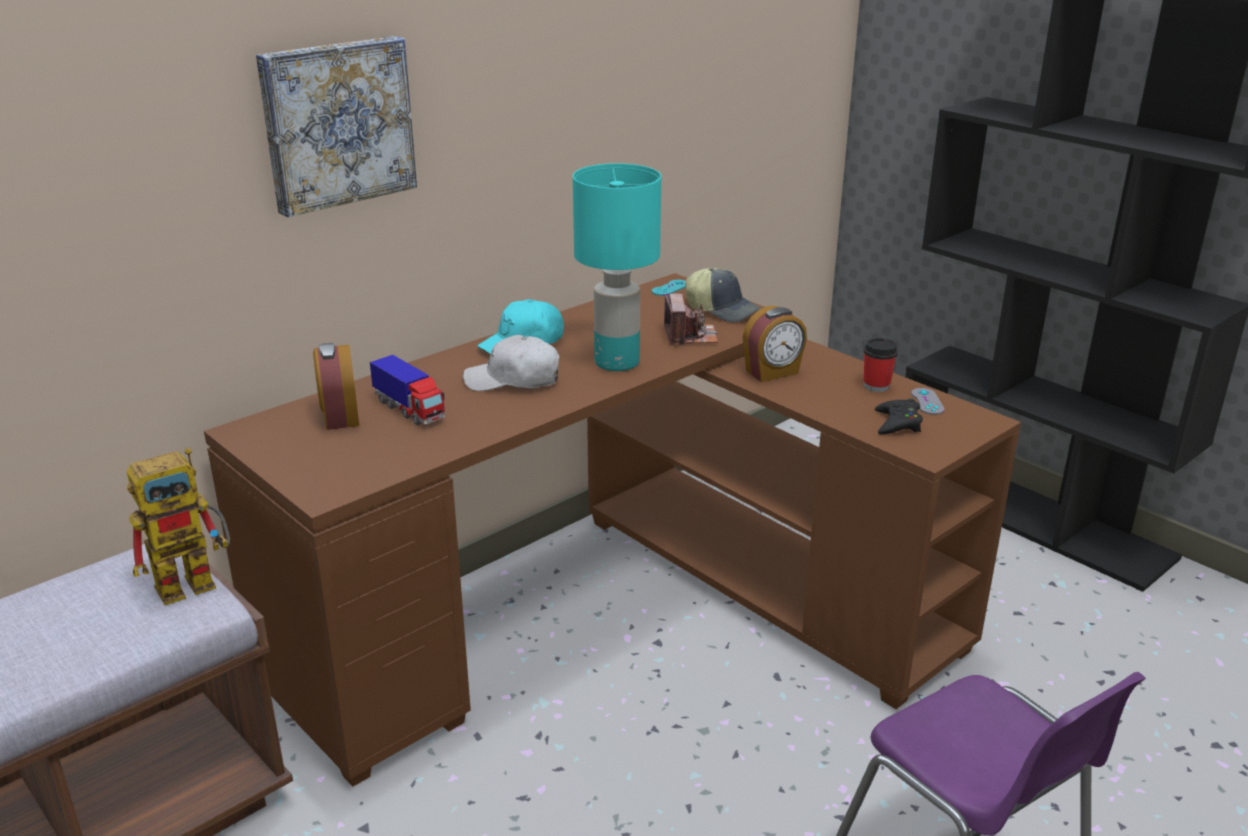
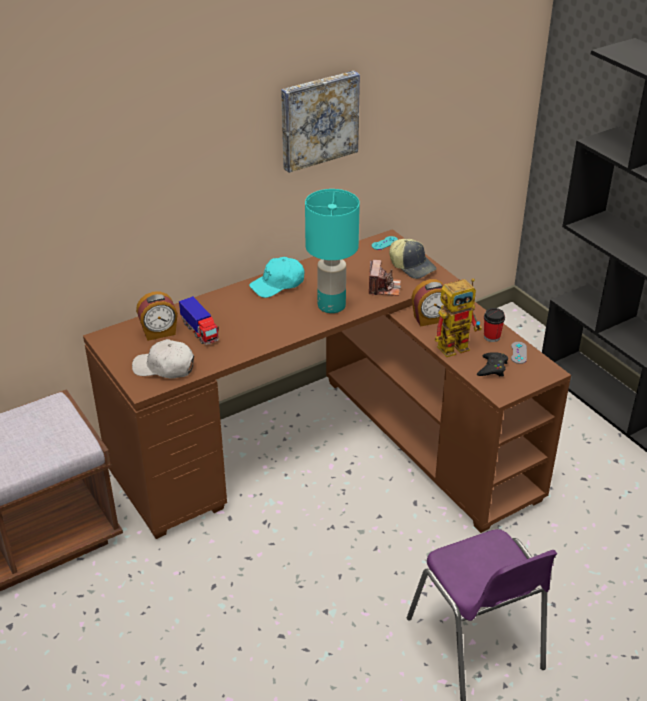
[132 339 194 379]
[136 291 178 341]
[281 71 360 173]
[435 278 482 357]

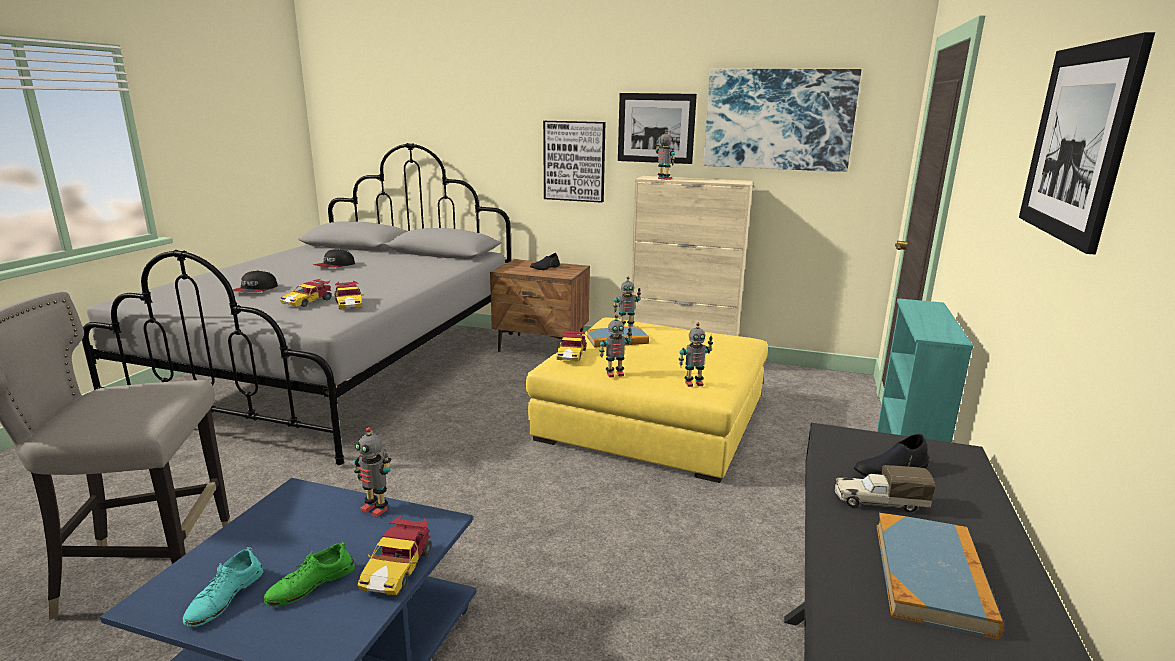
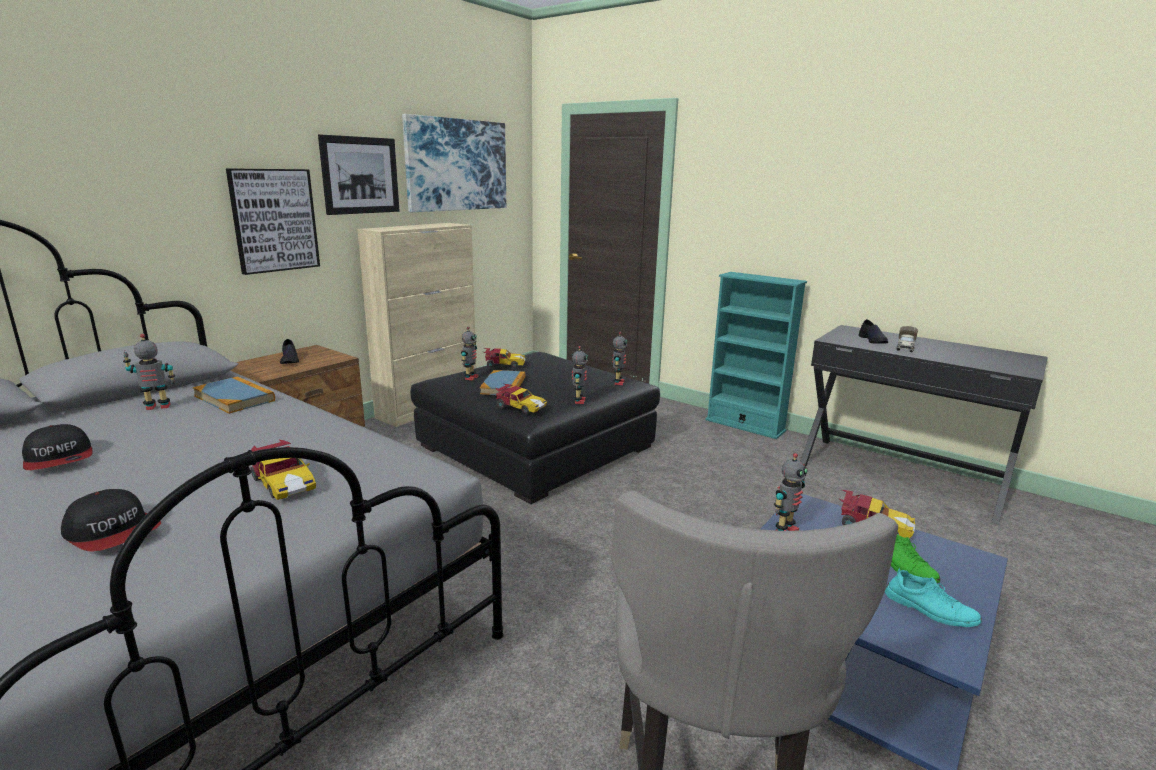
[123 334 175 410]
[193 376 275 414]
[410 352 660 504]
[483 348 525 368]
[1019 32 1155 254] (first image)

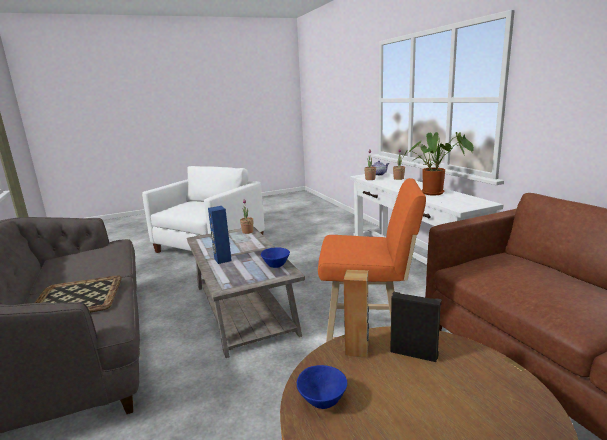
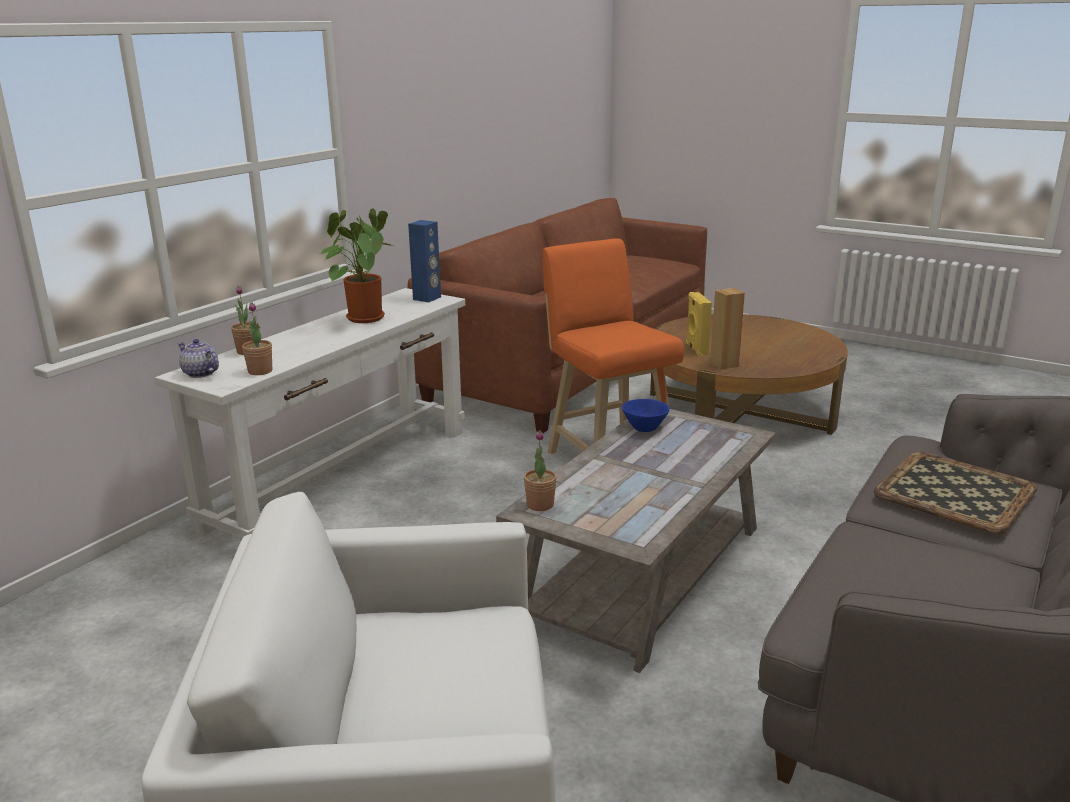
[408 220 441 302]
[686 292 712 356]
[297 365 347 409] (first image)

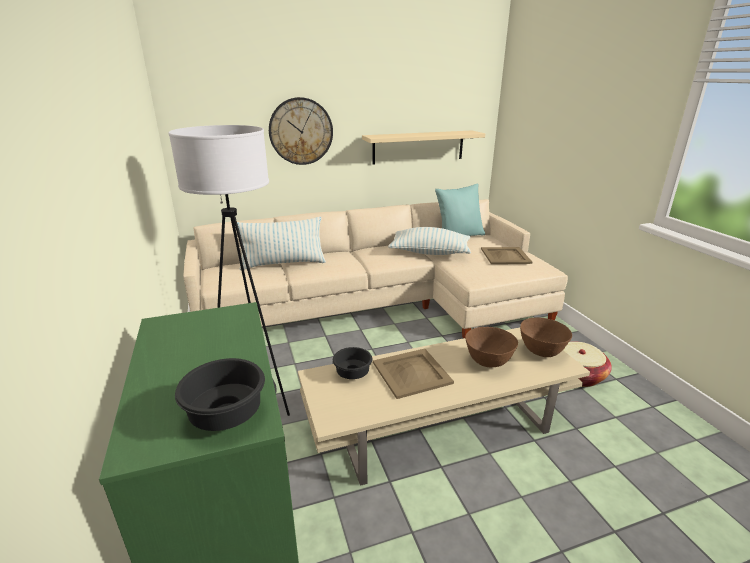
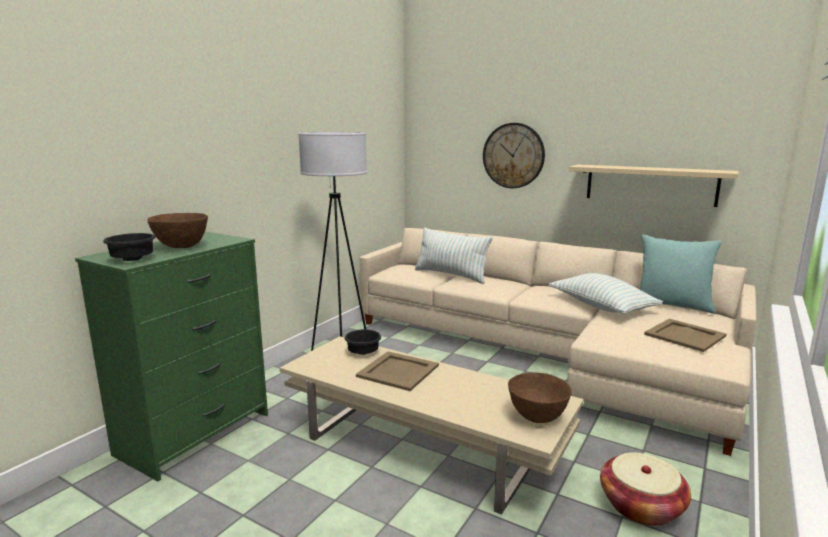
[147 213 208 248]

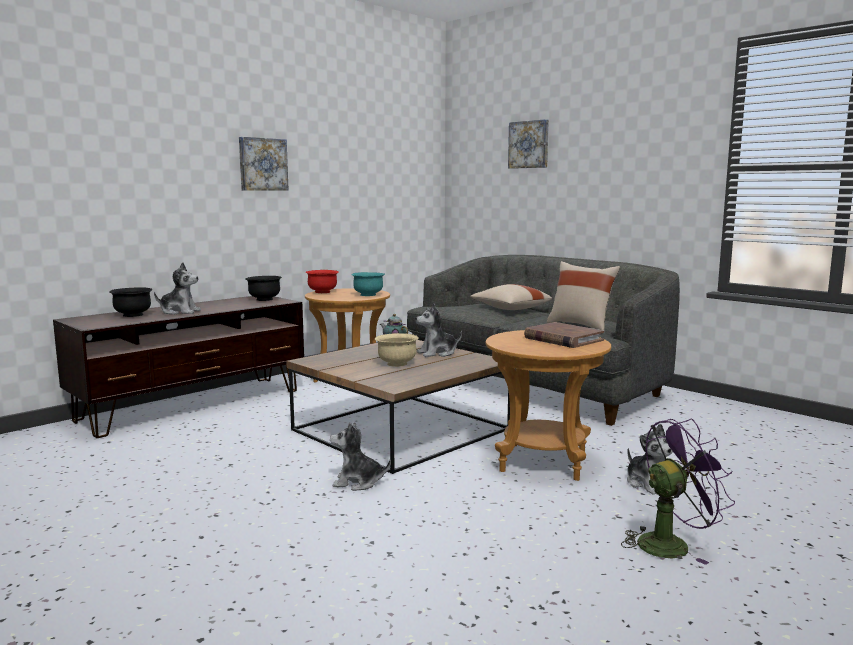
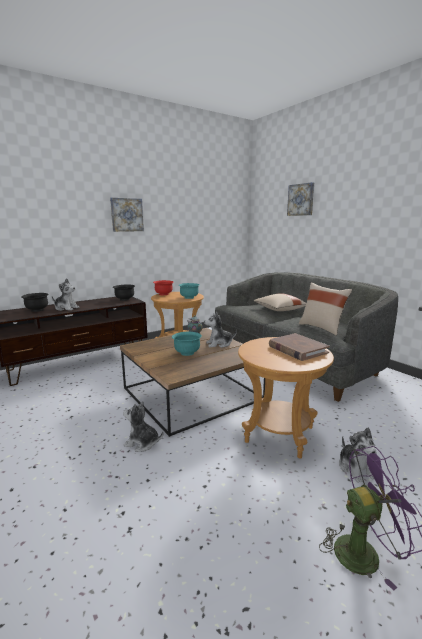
[172 332 202 356]

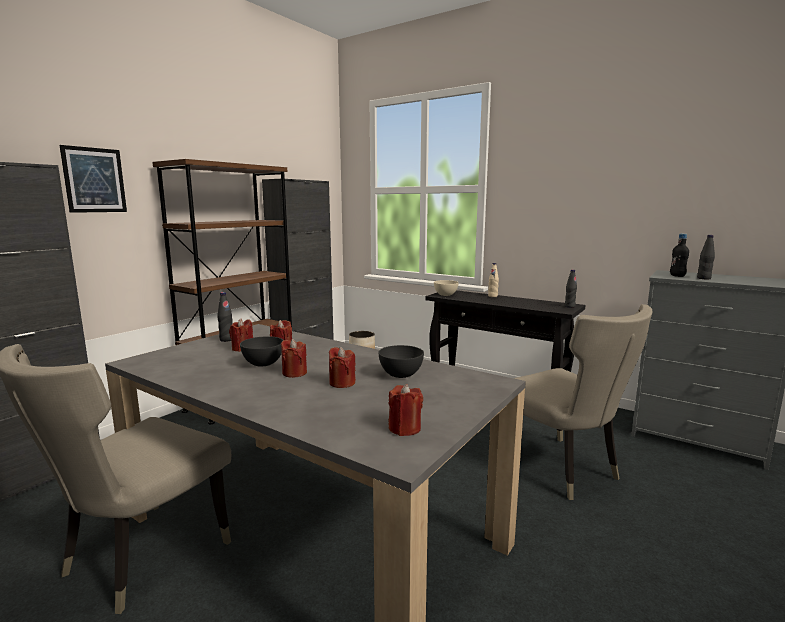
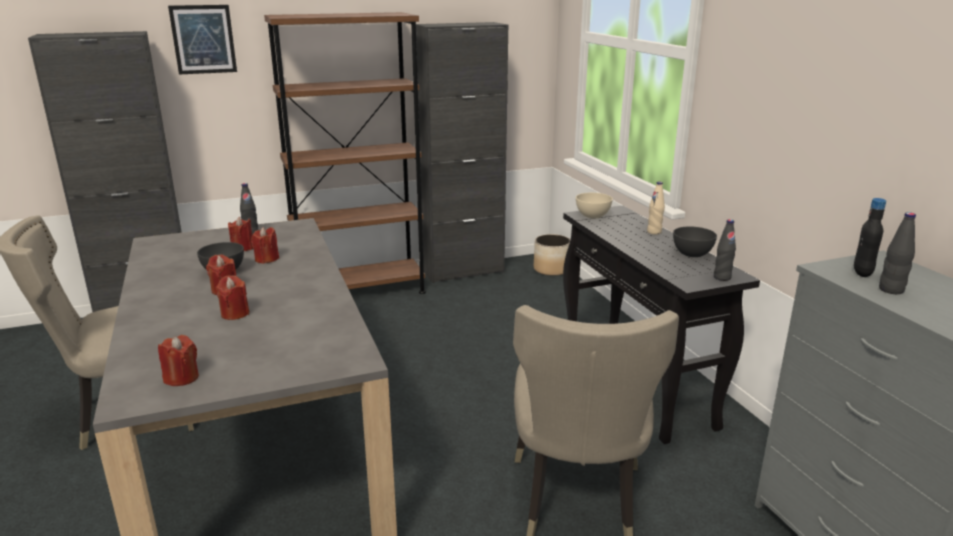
[673 227 717 257]

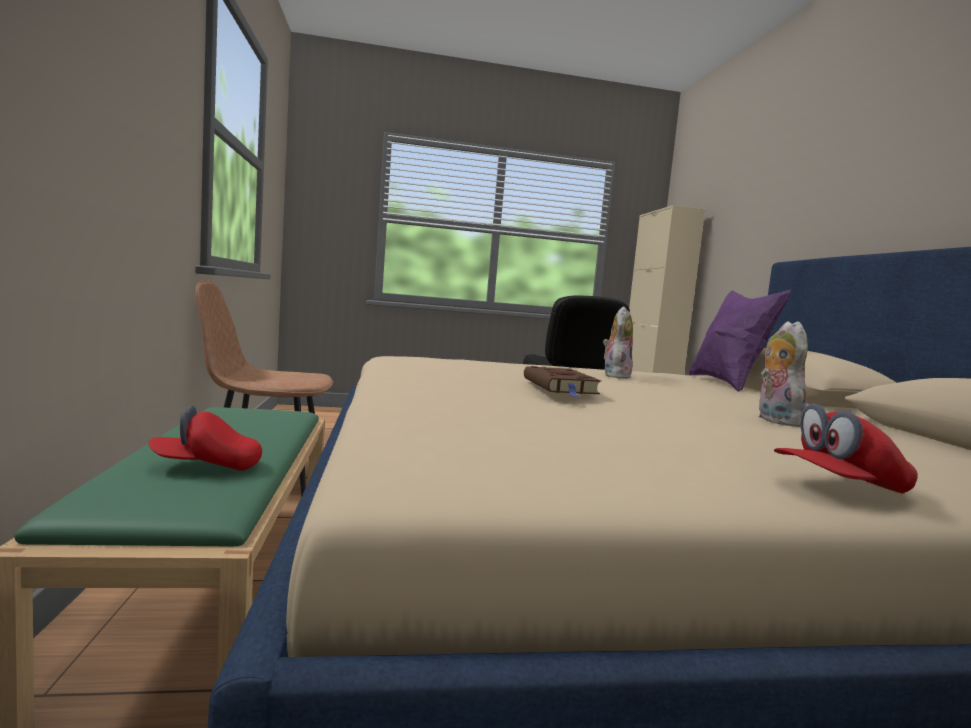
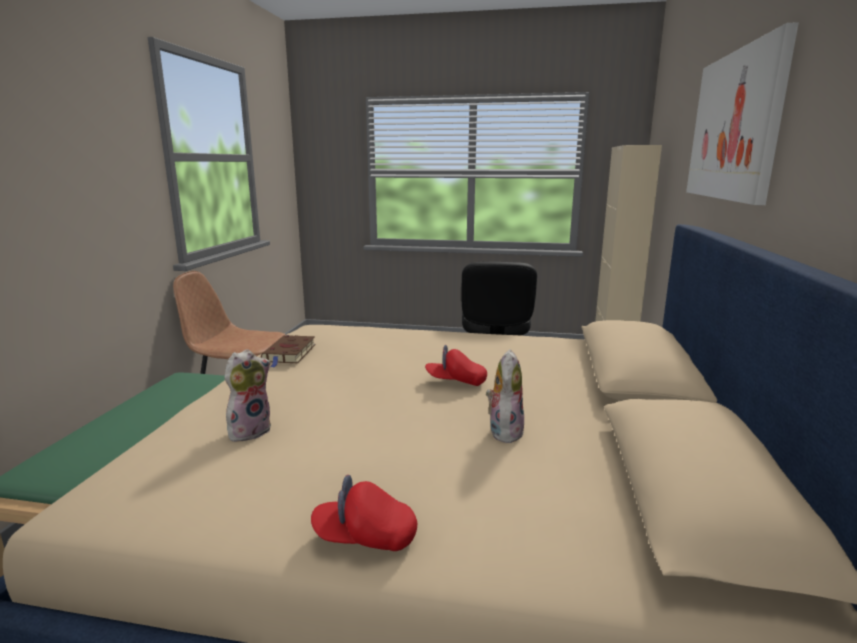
[225 349 271 442]
[261 335 316 368]
[425 345 487 386]
[686 22 799 205]
[689 290 791 392] (first image)

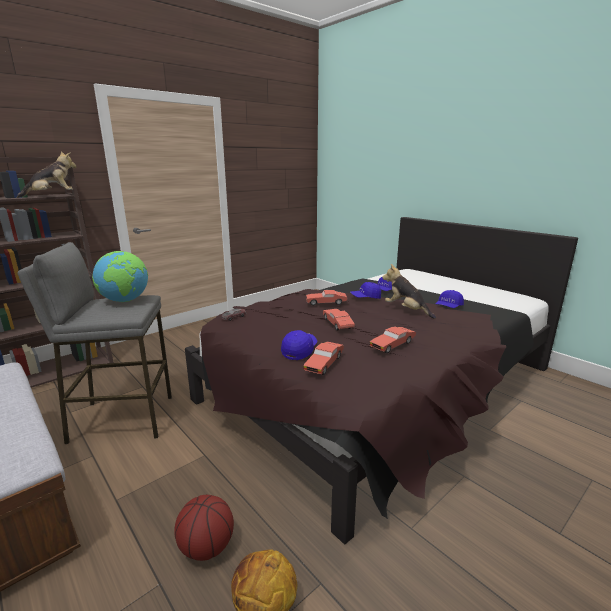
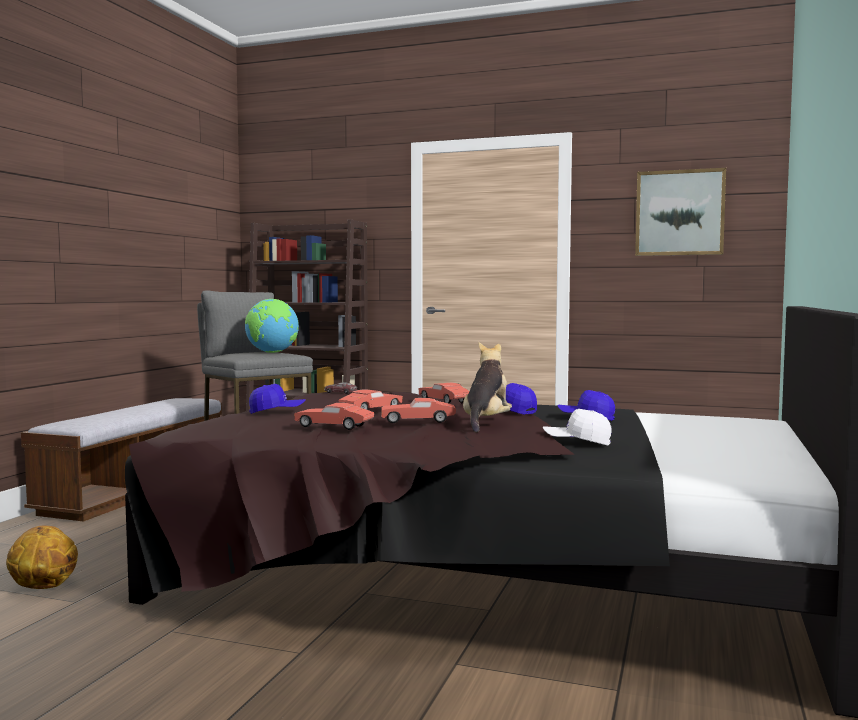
[381 398 456 423]
[543 409 612 446]
[635 168 726 256]
[17 151 77 198] (first image)
[174 495 234 561] (first image)

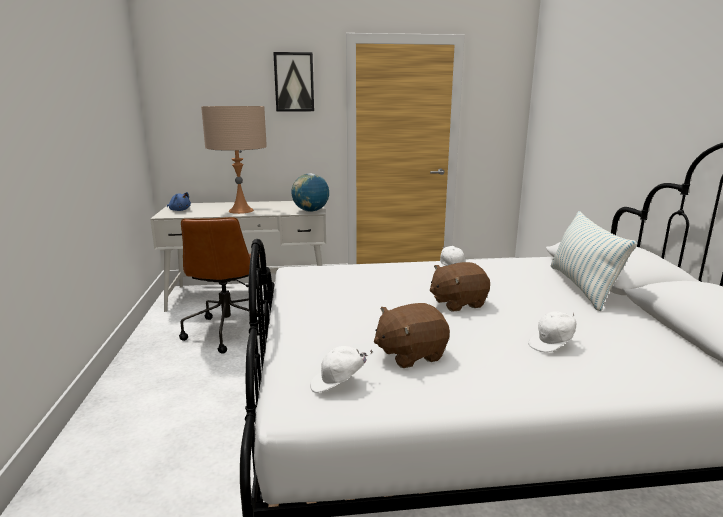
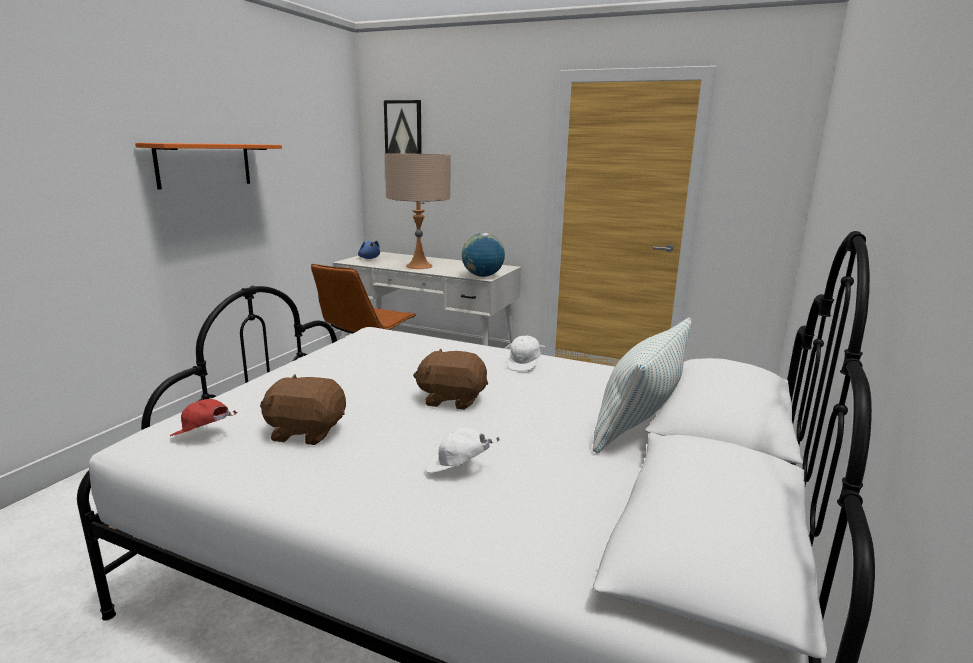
[135 143 282 190]
[170 399 237 436]
[384 100 422 154]

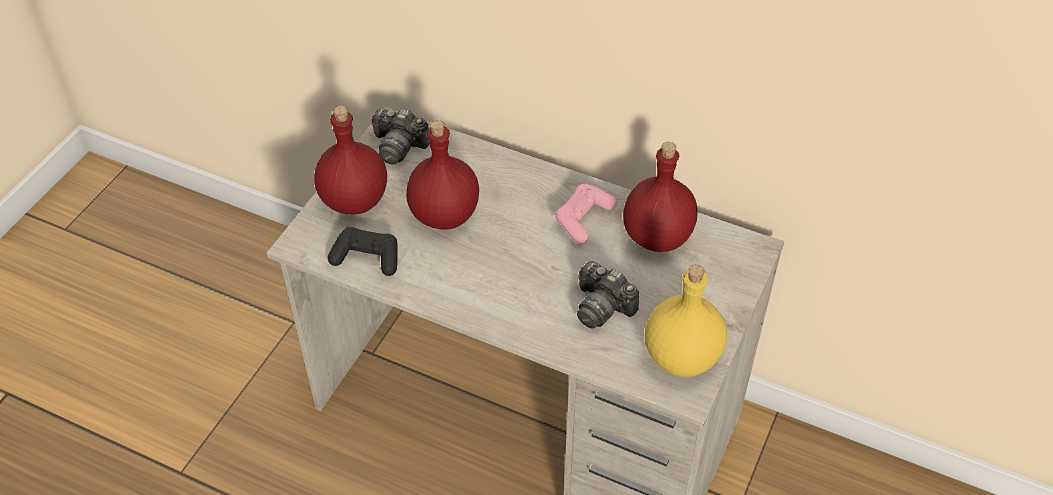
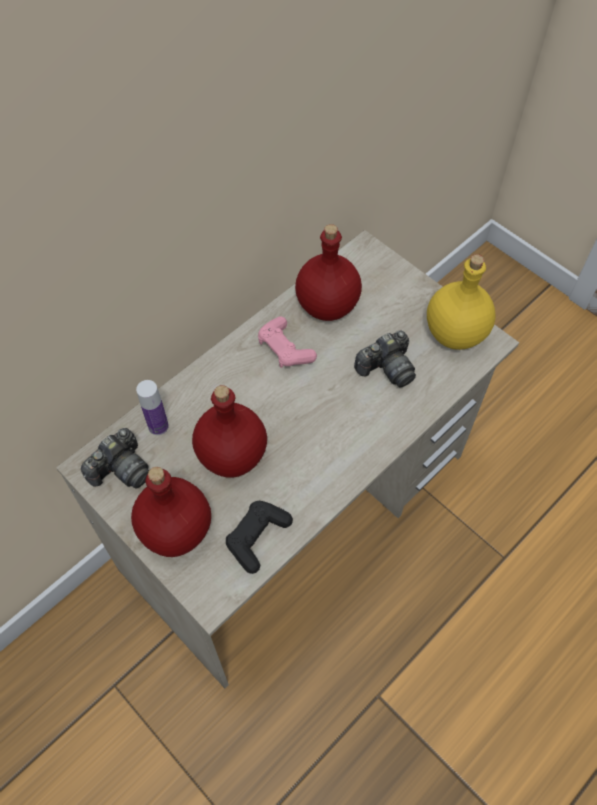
[136 380 169 435]

